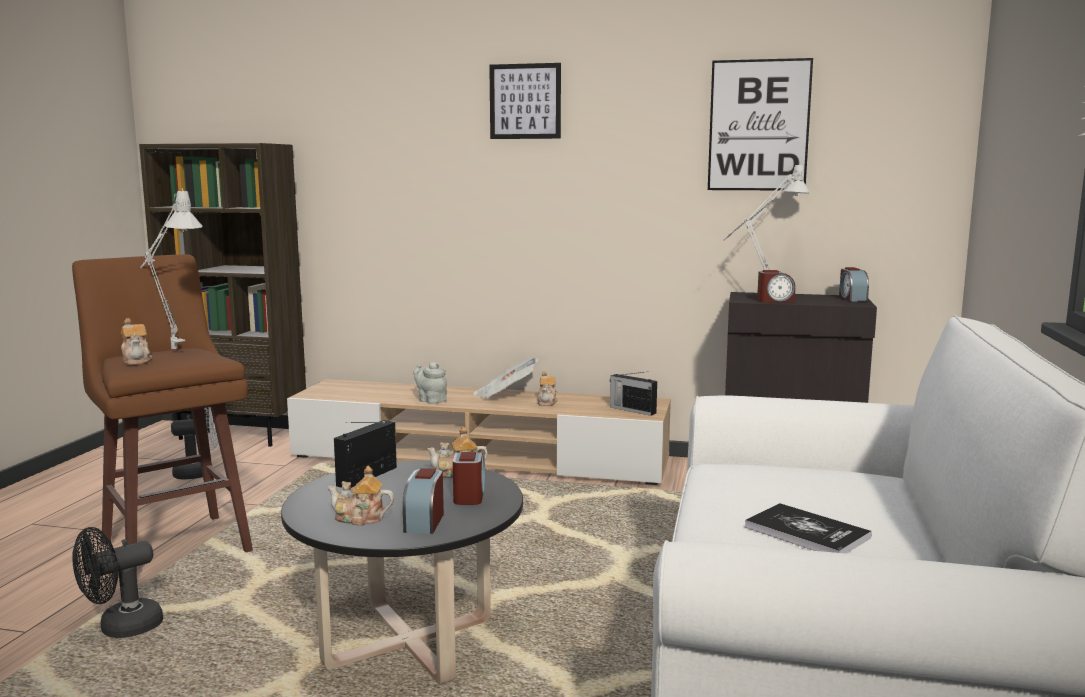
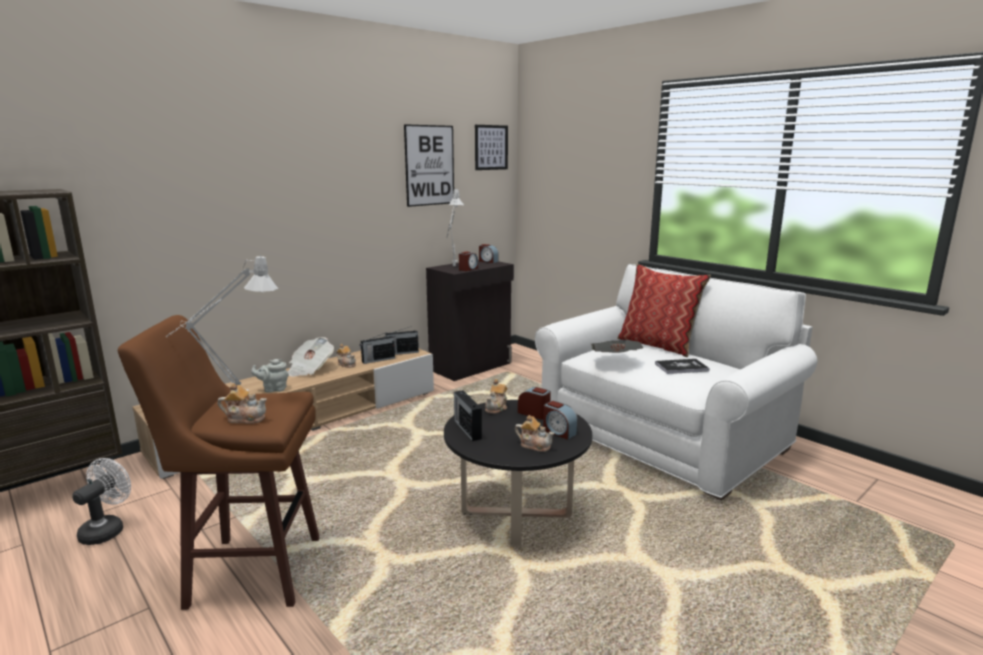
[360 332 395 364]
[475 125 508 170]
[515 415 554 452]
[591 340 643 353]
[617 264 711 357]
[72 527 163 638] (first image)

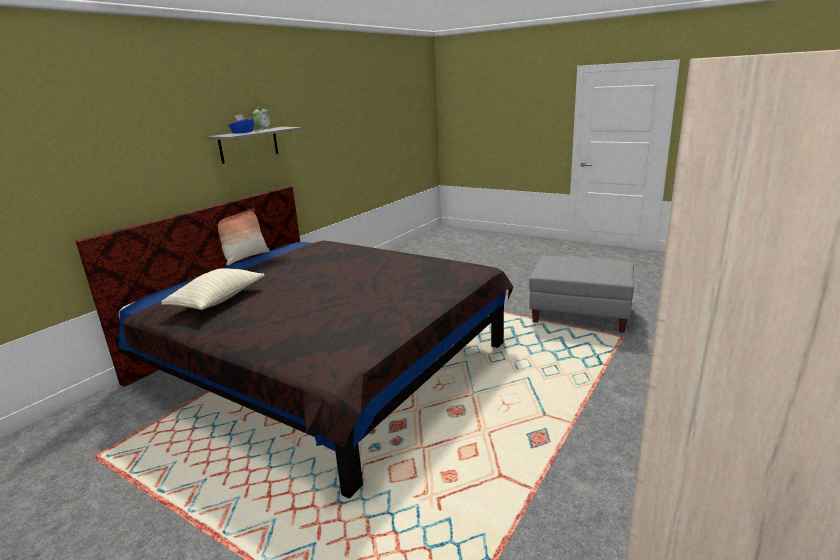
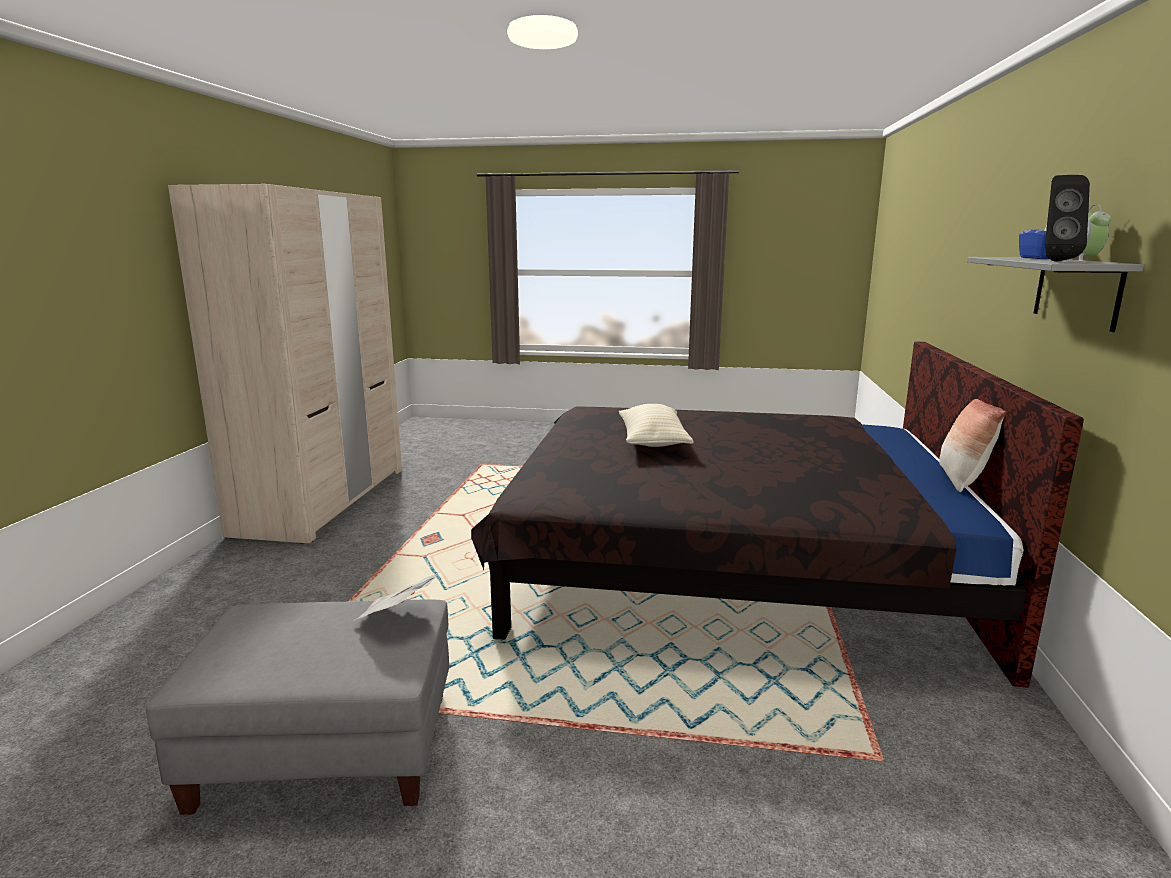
[353 572 439 621]
[619 404 694 447]
[1045 175 1090 262]

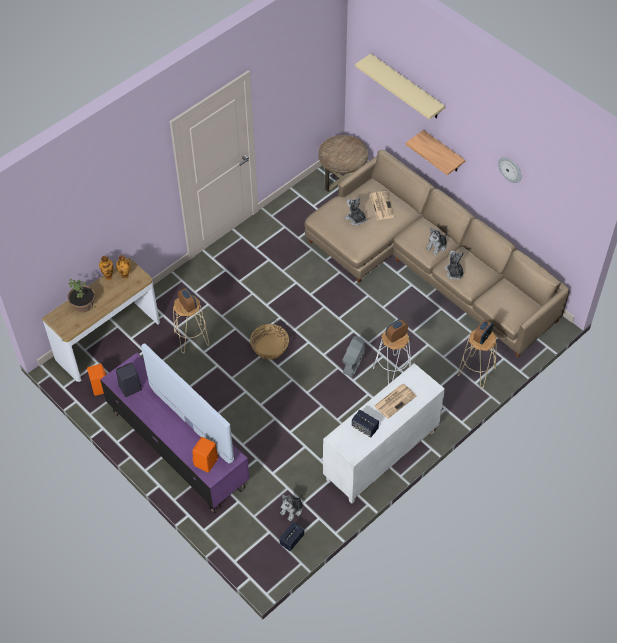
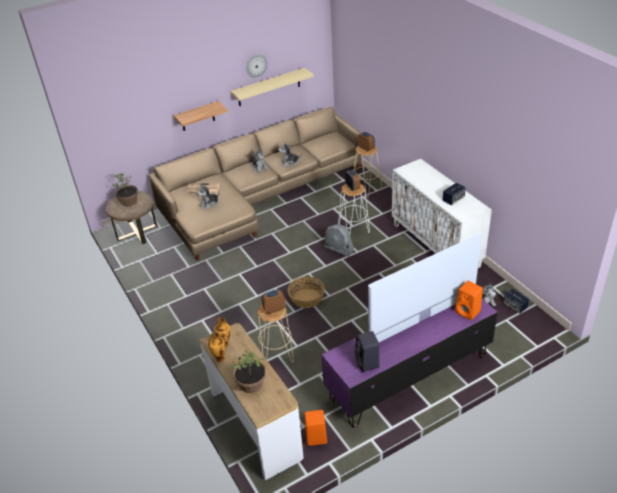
[113 173 138 206]
[231 68 314 106]
[374 384 417 418] (first image)

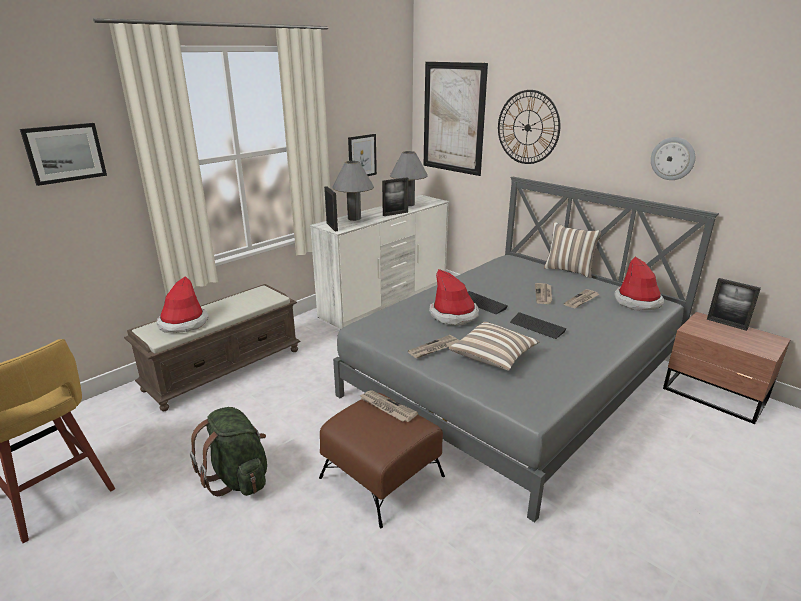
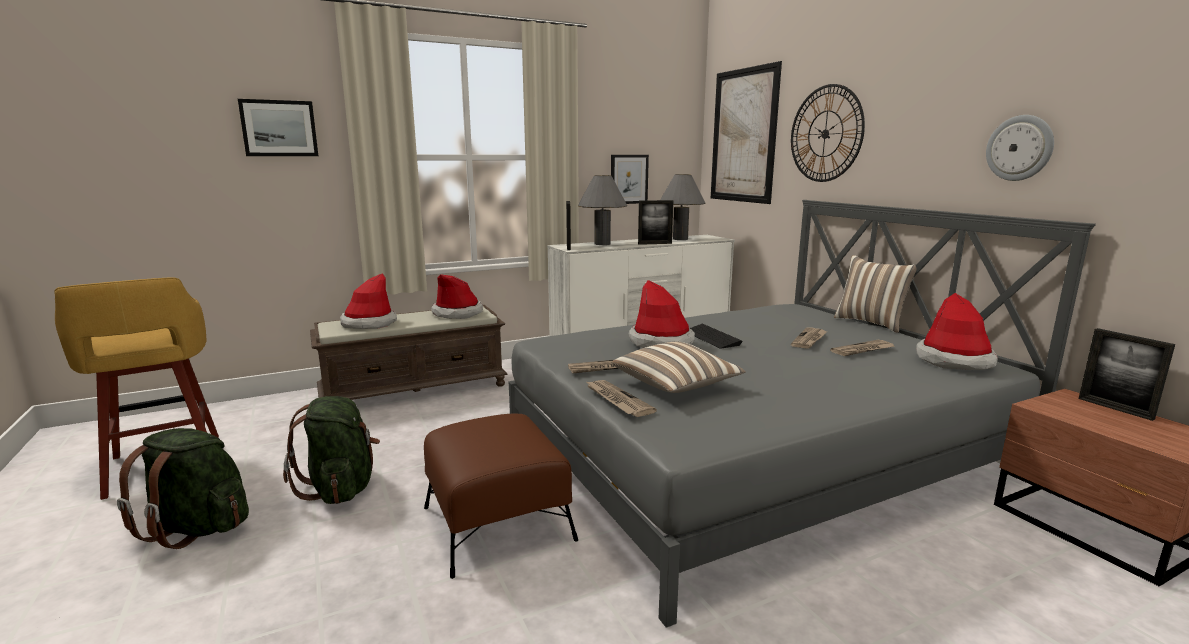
[117 428 249 549]
[431 274 483 319]
[585 380 657 417]
[510 312 567 339] (first image)

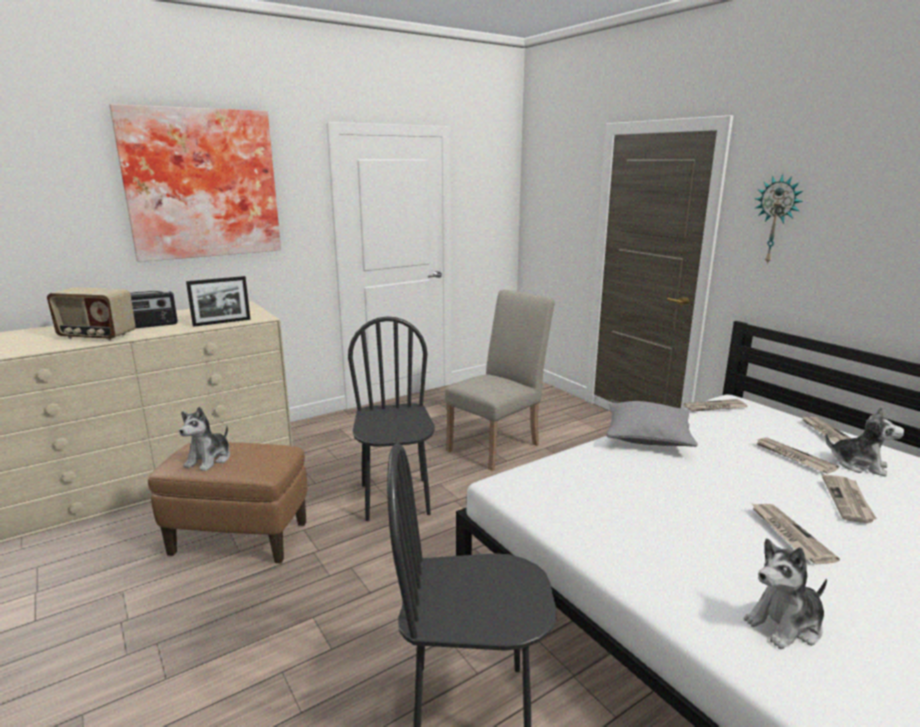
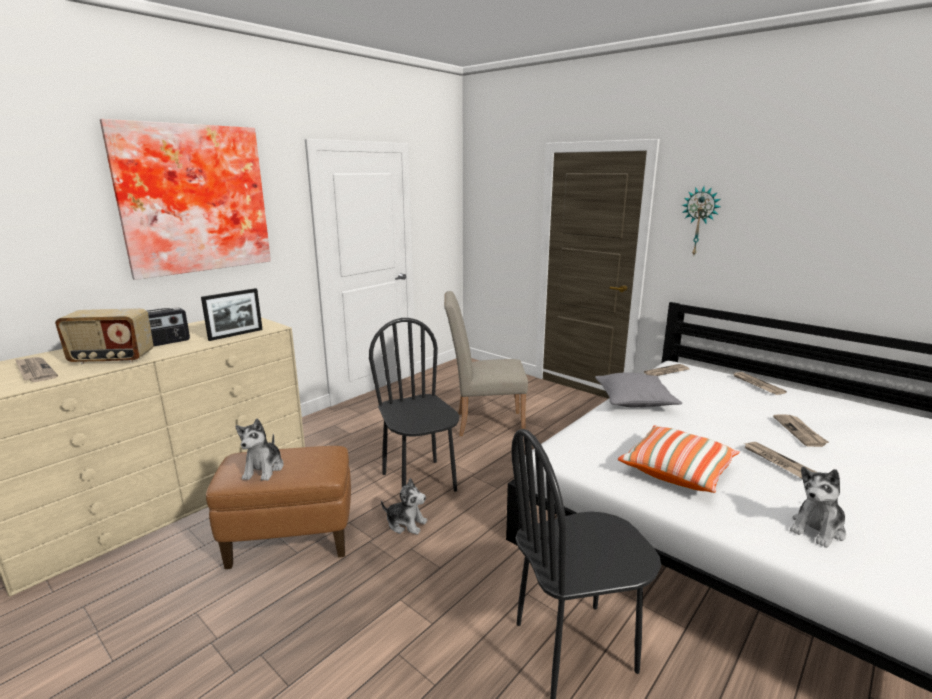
[15 357 58 382]
[381 478 427 535]
[444 291 528 436]
[618 425 740 493]

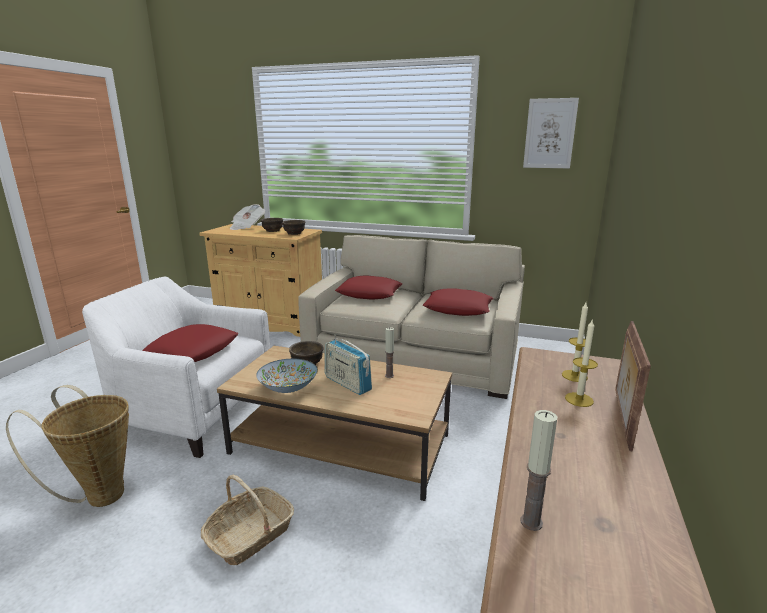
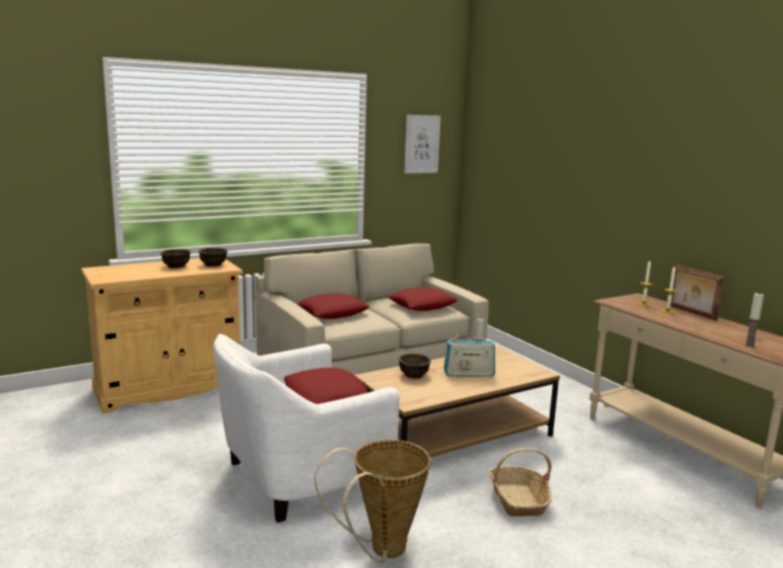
[230 204 265 230] (first image)
[256 359 318 393] (first image)

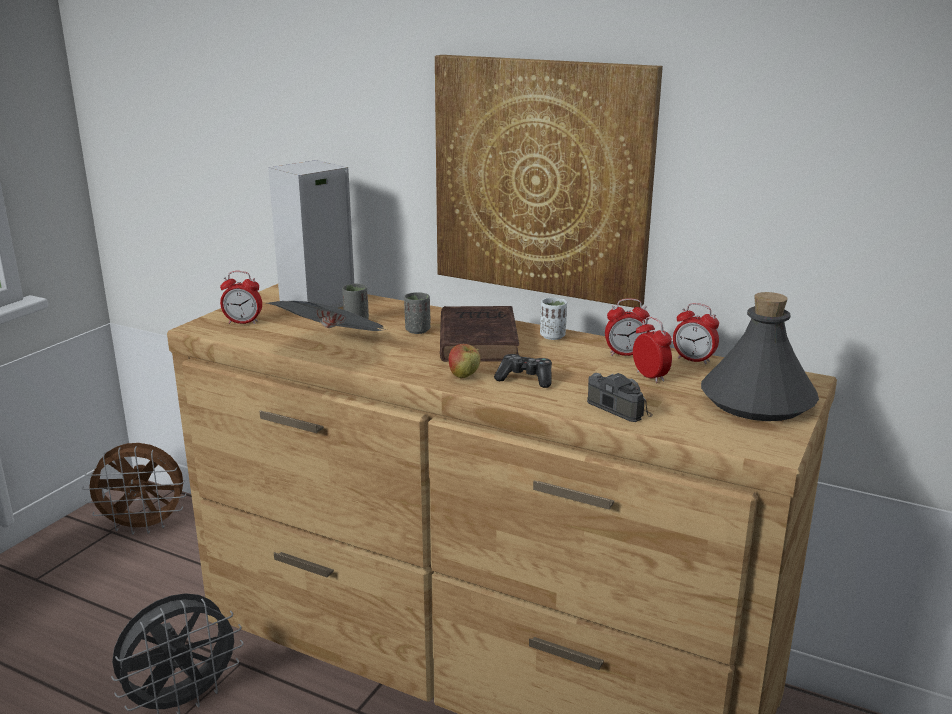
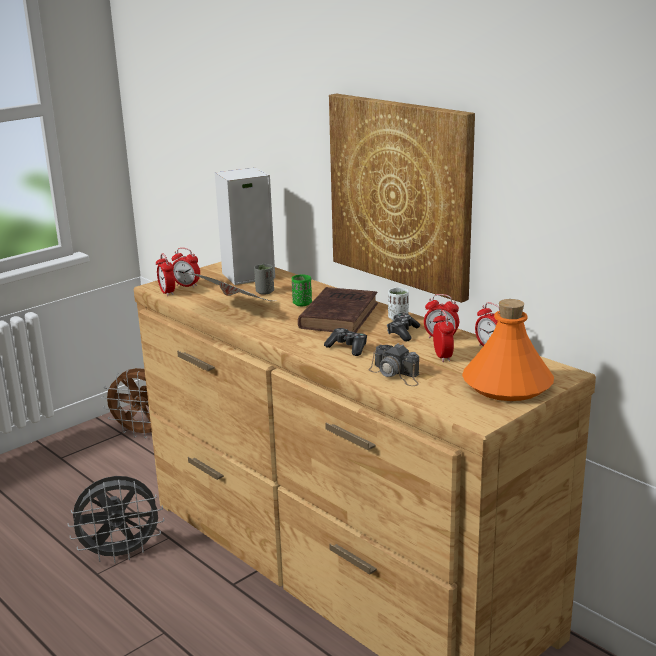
[156 253 175 296]
[292 274 312 306]
[368 343 419 386]
[387 313 420 341]
[462 299 554 401]
[449 344 481 378] (first image)

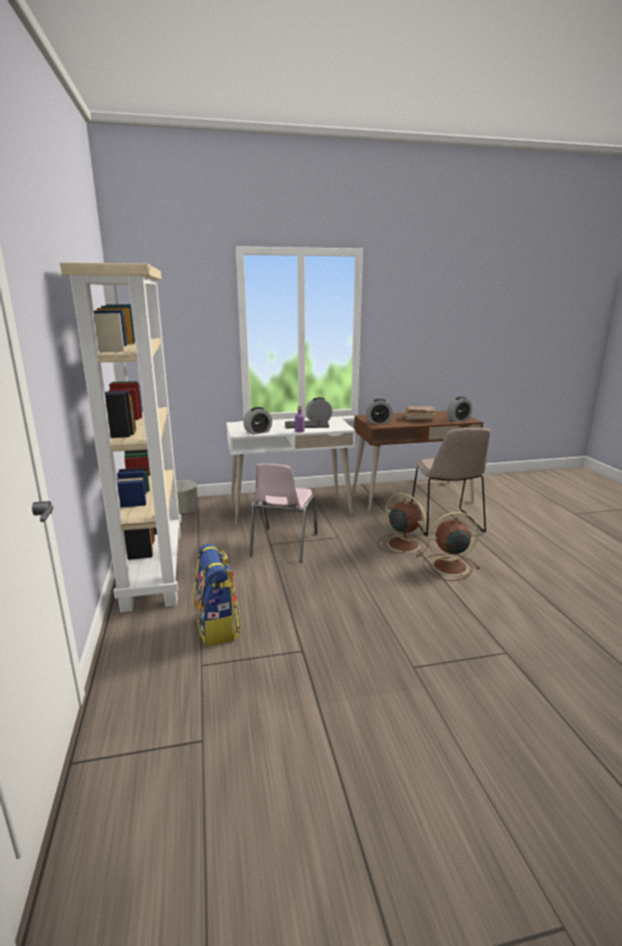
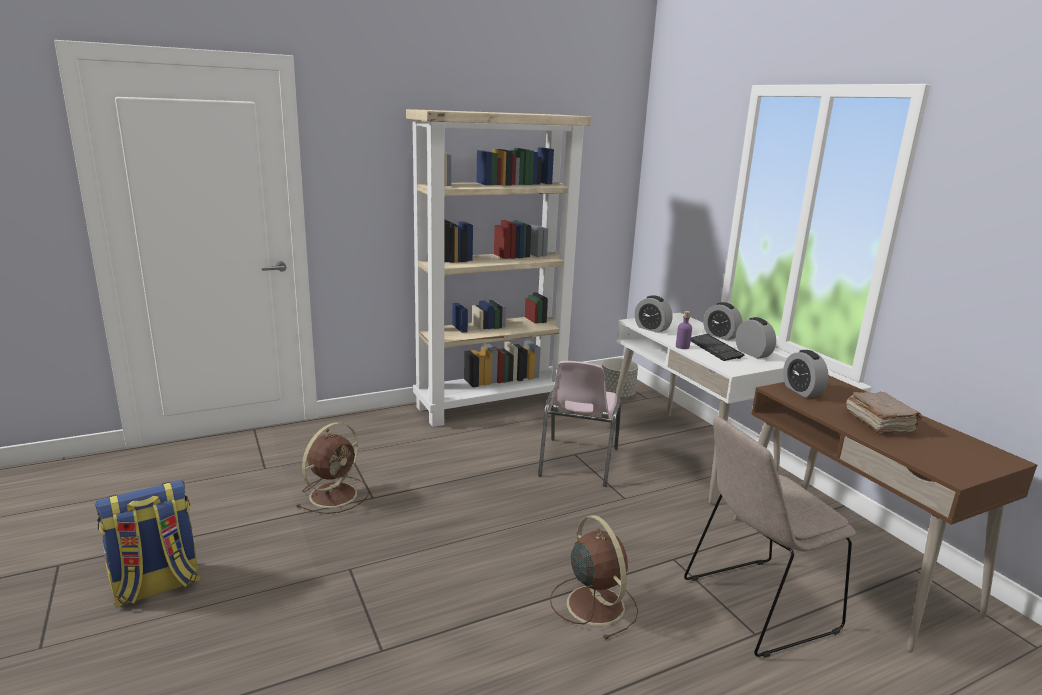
[94 480 201 608]
[296 422 369 514]
[538 361 621 487]
[703 302 743 341]

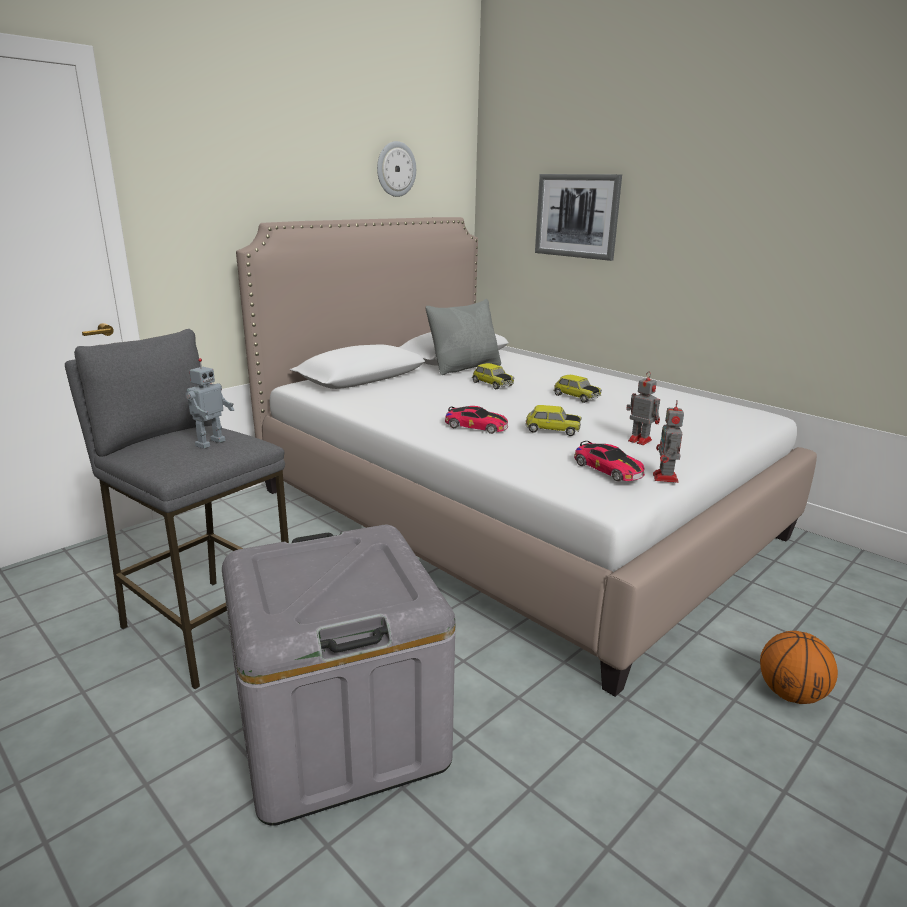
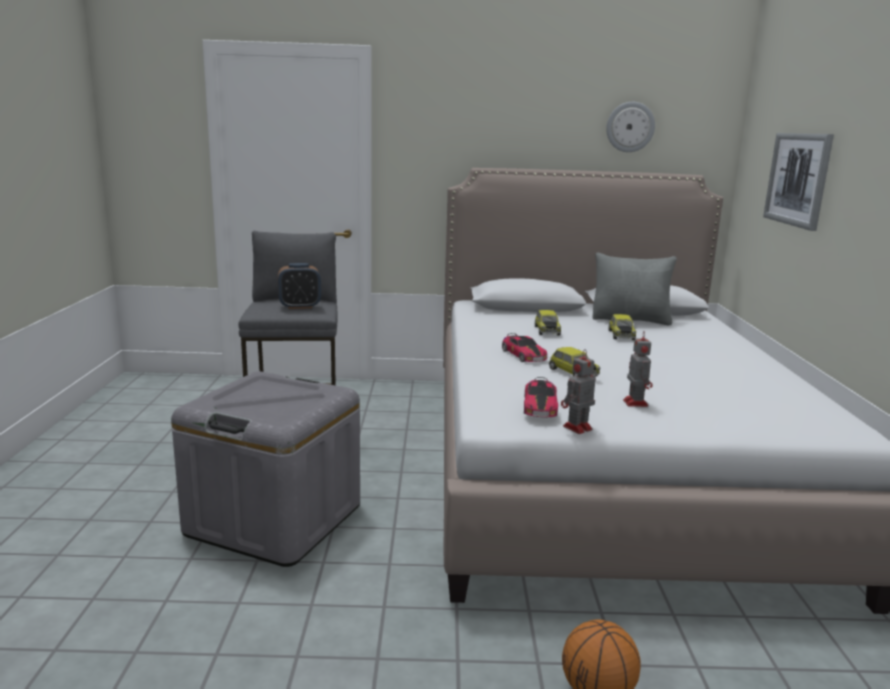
[278 263 321 309]
[535 310 561 335]

